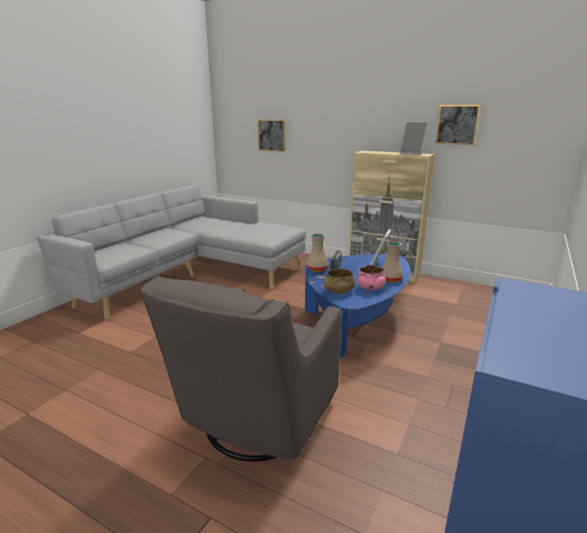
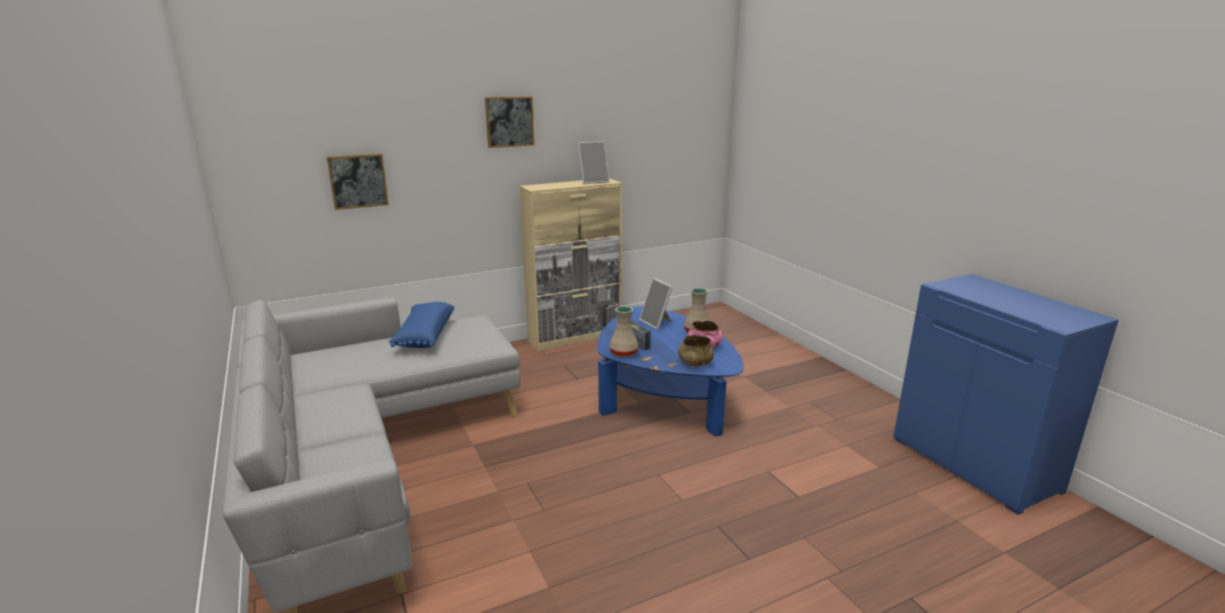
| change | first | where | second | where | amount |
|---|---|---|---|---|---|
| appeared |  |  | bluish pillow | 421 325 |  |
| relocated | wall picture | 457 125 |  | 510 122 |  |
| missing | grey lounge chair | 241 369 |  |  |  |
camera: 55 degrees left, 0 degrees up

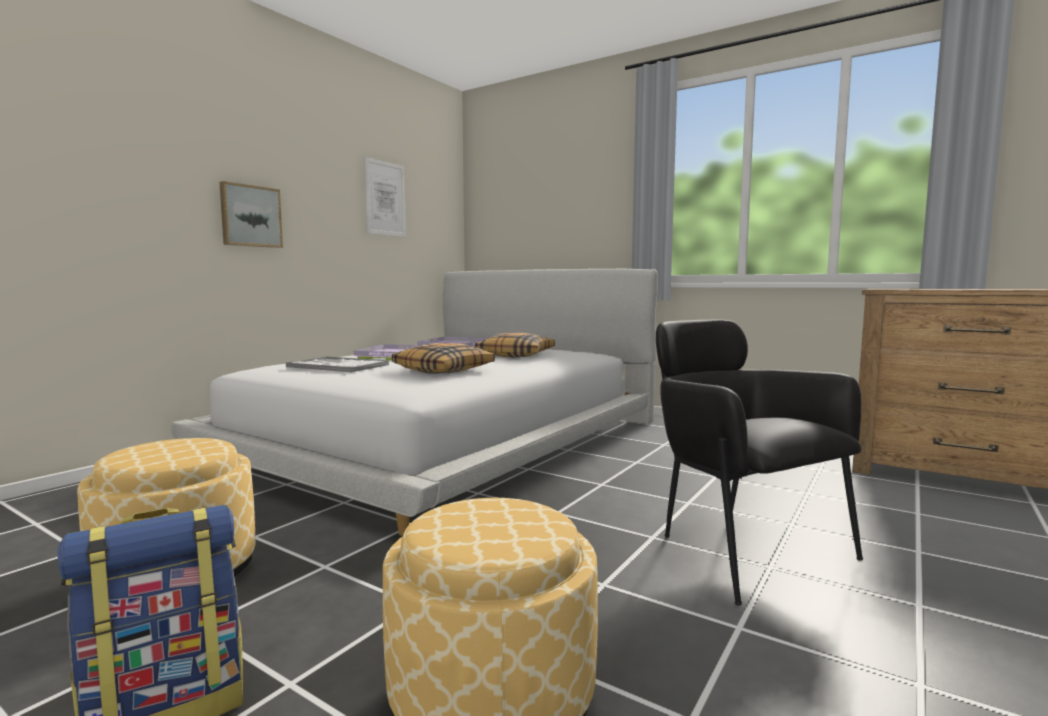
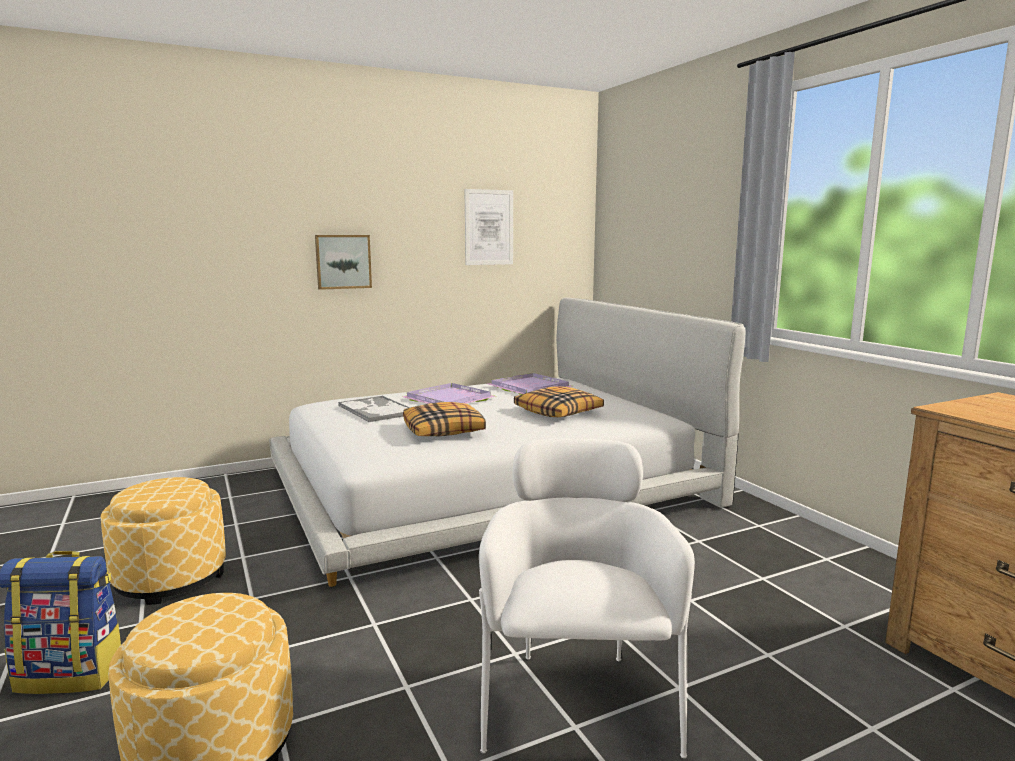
| change | first | where | second | where | amount |
|---|---|---|---|---|---|
| colour | black-coloured lounge chair | 759 462 | white-coloured lounge chair | 587 598 |  |
camera: 30 degrees right, 5 degrees up

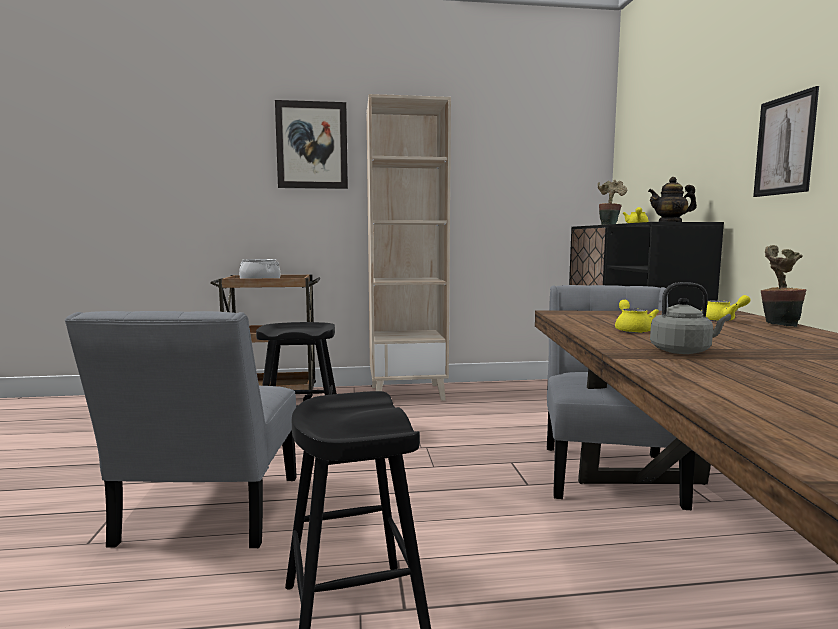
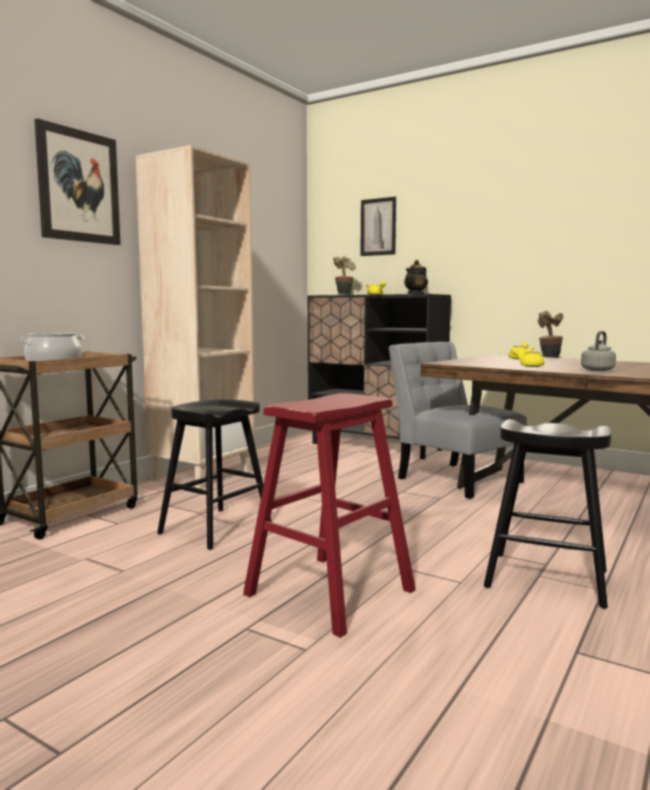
| change | first | where | second | where | amount |
|---|---|---|---|---|---|
| exchanged | grey chair | 180 429 | reddish sitting stool | 329 515 |  |
| relocated | wall picture | 786 141 |  | 378 226 |  |
camera: 50 degrees left, 0 degrees up

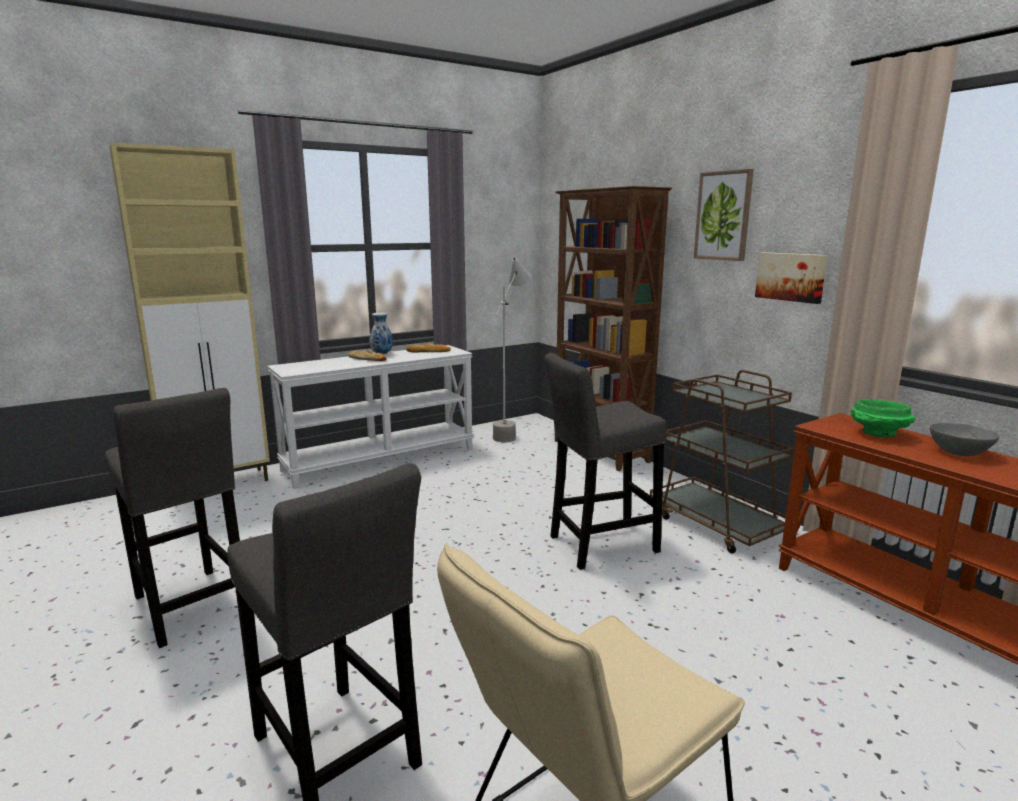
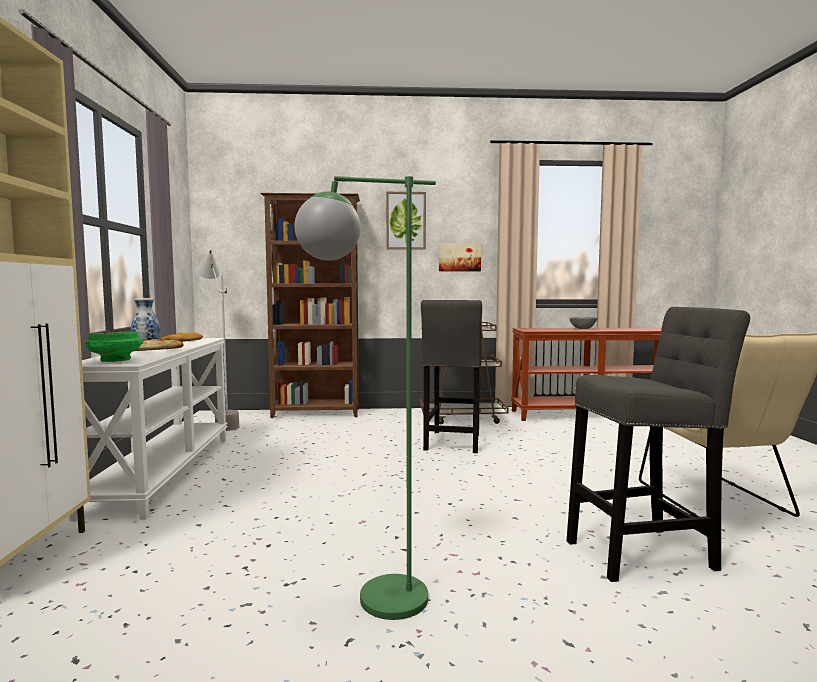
| change | first | where | second | where | amount |
|---|---|---|---|---|---|
| relocated | greenish deep dish | 882 417 |  | 114 346 |  |
| exchanged | grey sitting stool | 172 518 | greenish floor lamp | 365 398 |  |
camera: 60 degrees left, 10 degrees down

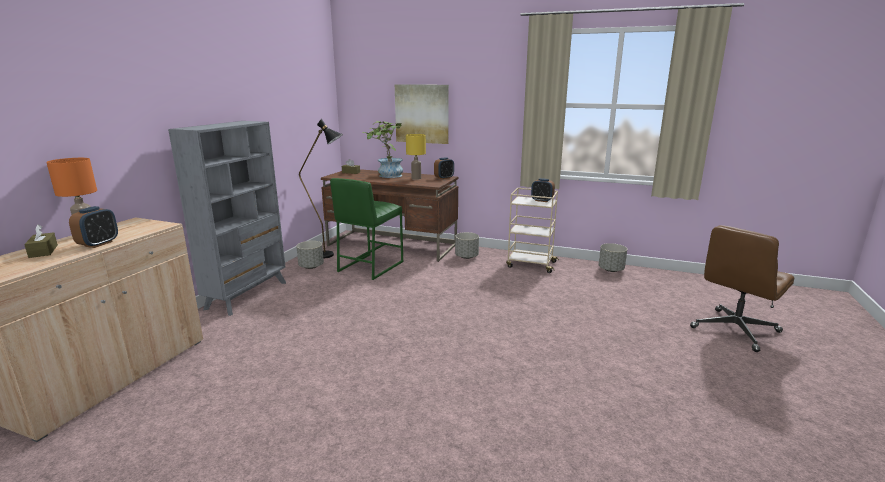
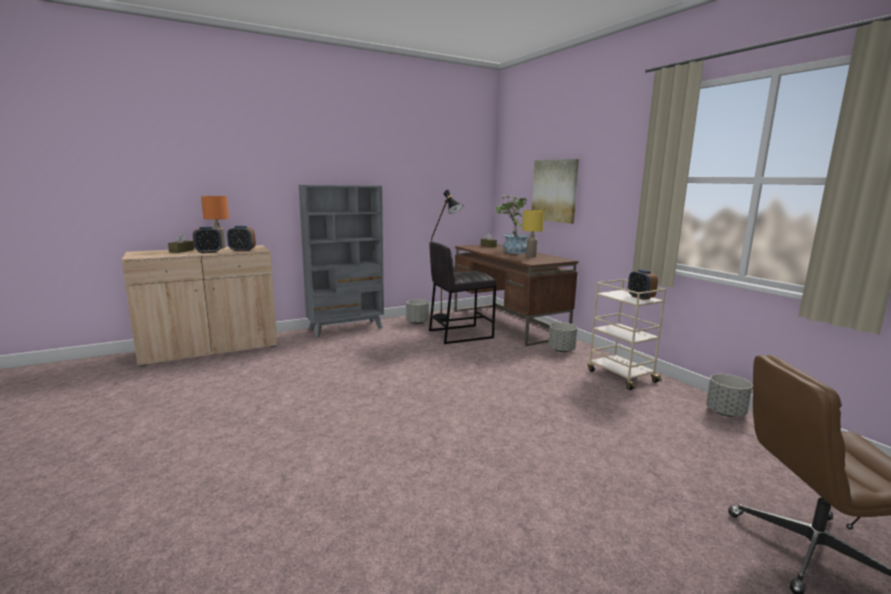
| change | first | where | second | where | amount |
|---|---|---|---|---|---|
| relocated | table clock | 444 168 |  | 241 239 |  |
| colour | greenish sitting stool | 366 229 | grey sitting stool | 462 293 |  |
camera: 40 degrees right, 5 degrees down

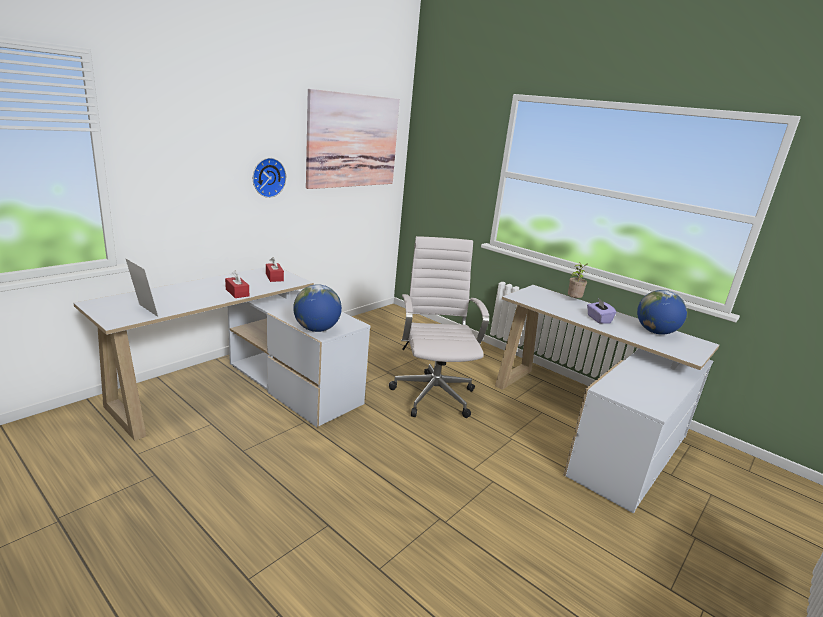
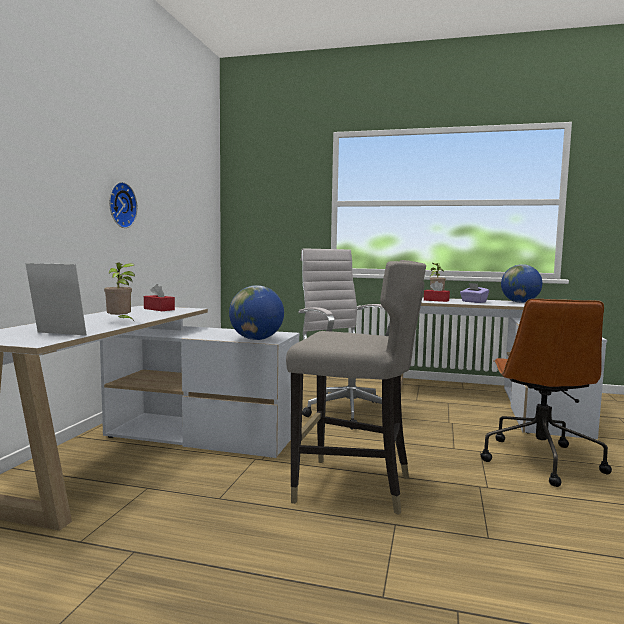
| change | first | where | second | where | amount |
|---|---|---|---|---|---|
| appeared |  |  | houseplant | 119 291 |  |
| appeared |  |  | grey sitting stool | 356 387 |  |
| relocated | reddish box of tissues | 237 284 |  | 437 291 |  |
| appeared |  |  | brown desk chair | 546 393 |  |
| missing | wall picture | 353 139 |  |  |  |
camera: 25 degrees left, 15 degrees down

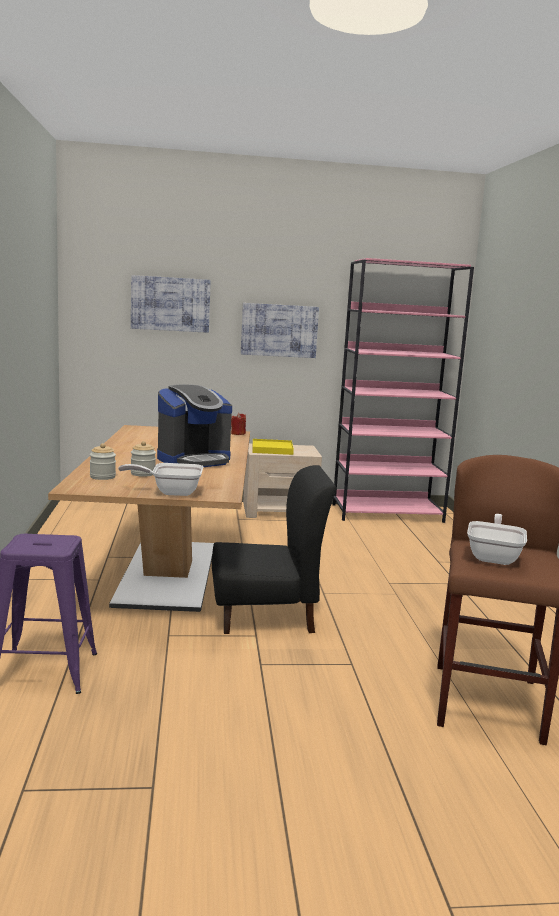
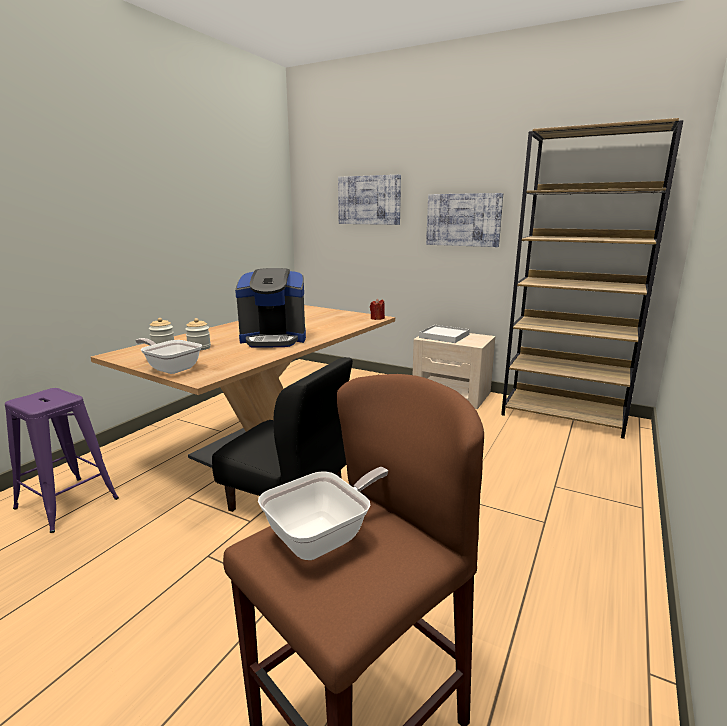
| change | first | where | second | where | amount |
|---|---|---|---|---|---|
| colour | yellowish tray | 273 447 | white-coloured tray | 444 334 |  |
| colour | pinkish bookcase | 403 390 | brown bookcase | 592 278 |  |
camera: 35 degrees right, 5 degrees up

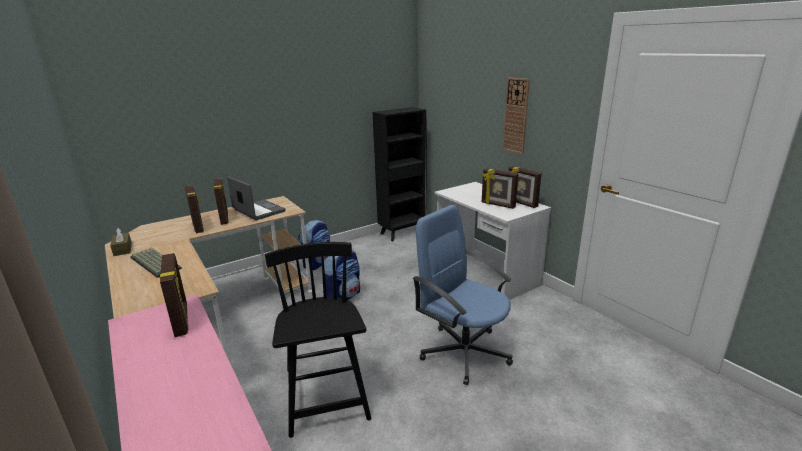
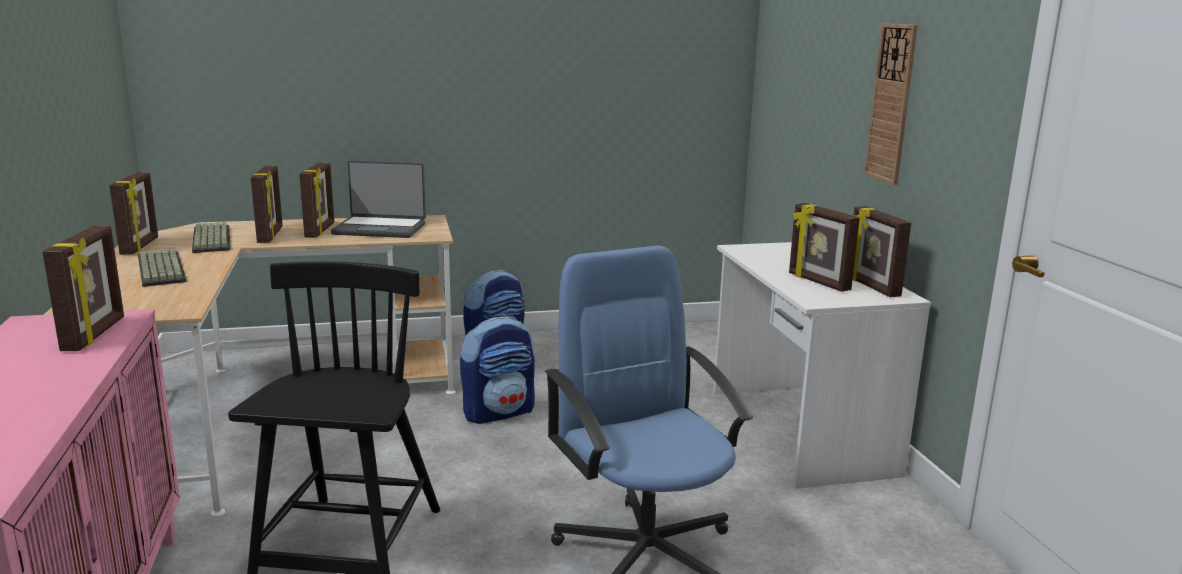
| change | first | where | second | where | amount |
|---|---|---|---|---|---|
| exchanged | brown box of tissues | 121 242 | standing frame | 133 213 |  |
| appeared |  |  | PC keyboard | 211 237 |  |
| spun | notebook computer | 256 198 |  | 378 199 | 120 degrees clockwise |
| missing | black-coloured bookcase | 399 174 |  |  |  |
camera: 20 degrees right, 5 degrees down

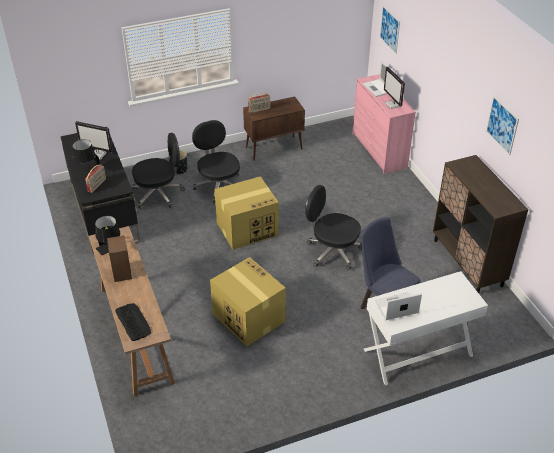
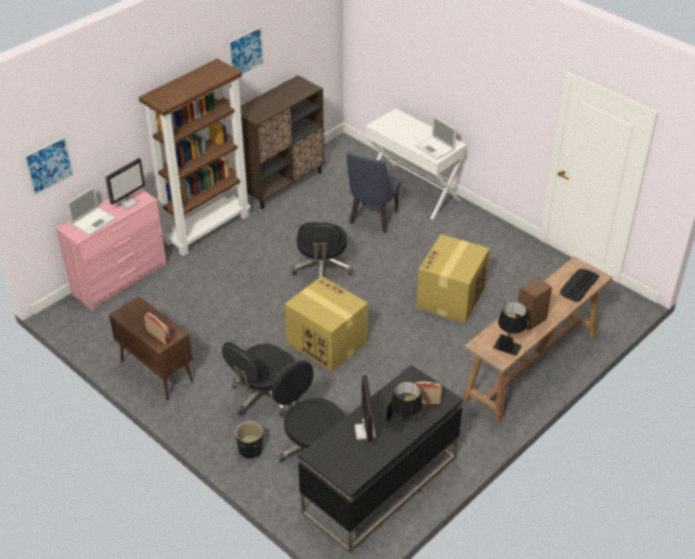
| change | first | where | second | where | amount |
|---|---|---|---|---|---|
| appeared |  |  | brown bookcase | 194 157 |  |
camera: 115 degrees left, 0 degrees up

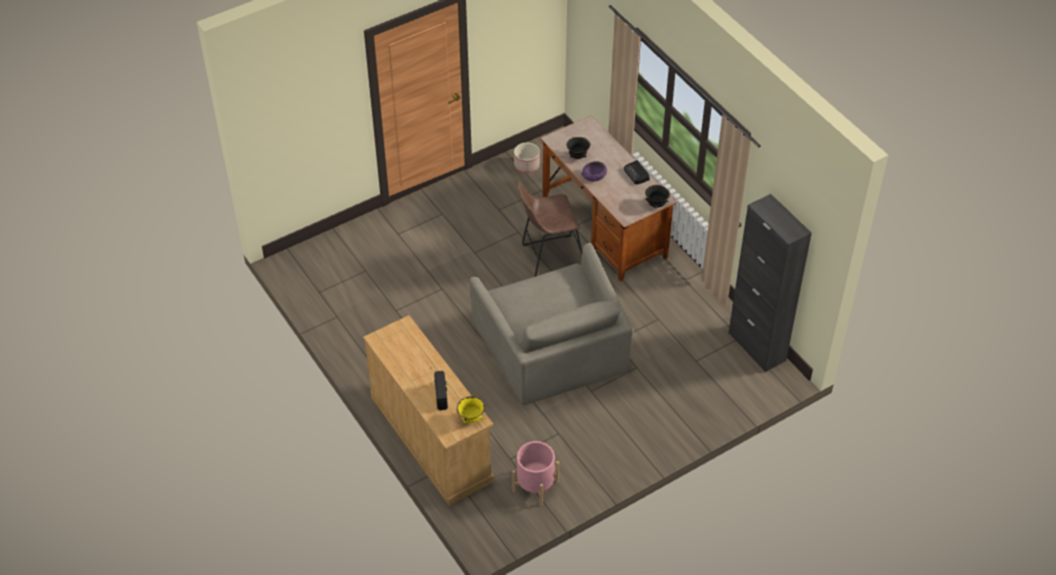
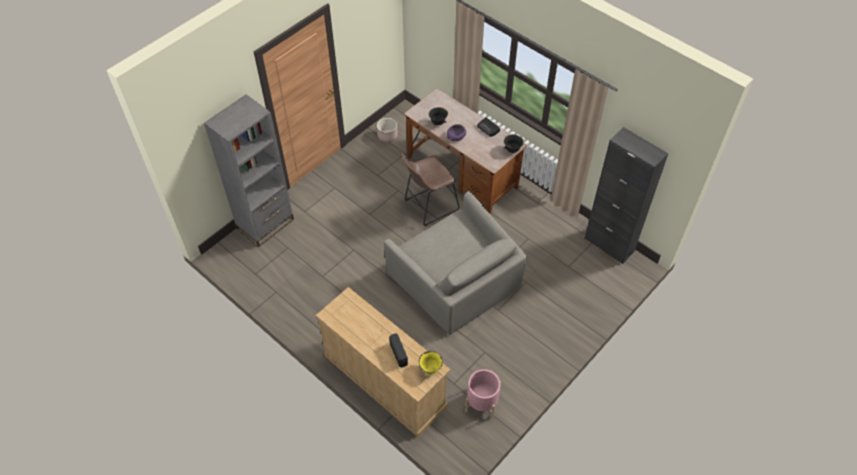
| change | first | where | second | where | amount |
|---|---|---|---|---|---|
| appeared |  |  | grey bookcase | 249 171 |  |
camera: 15 degrees left, 5 degrees up

